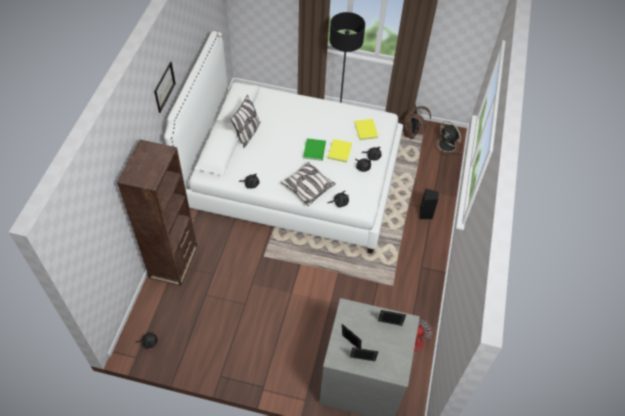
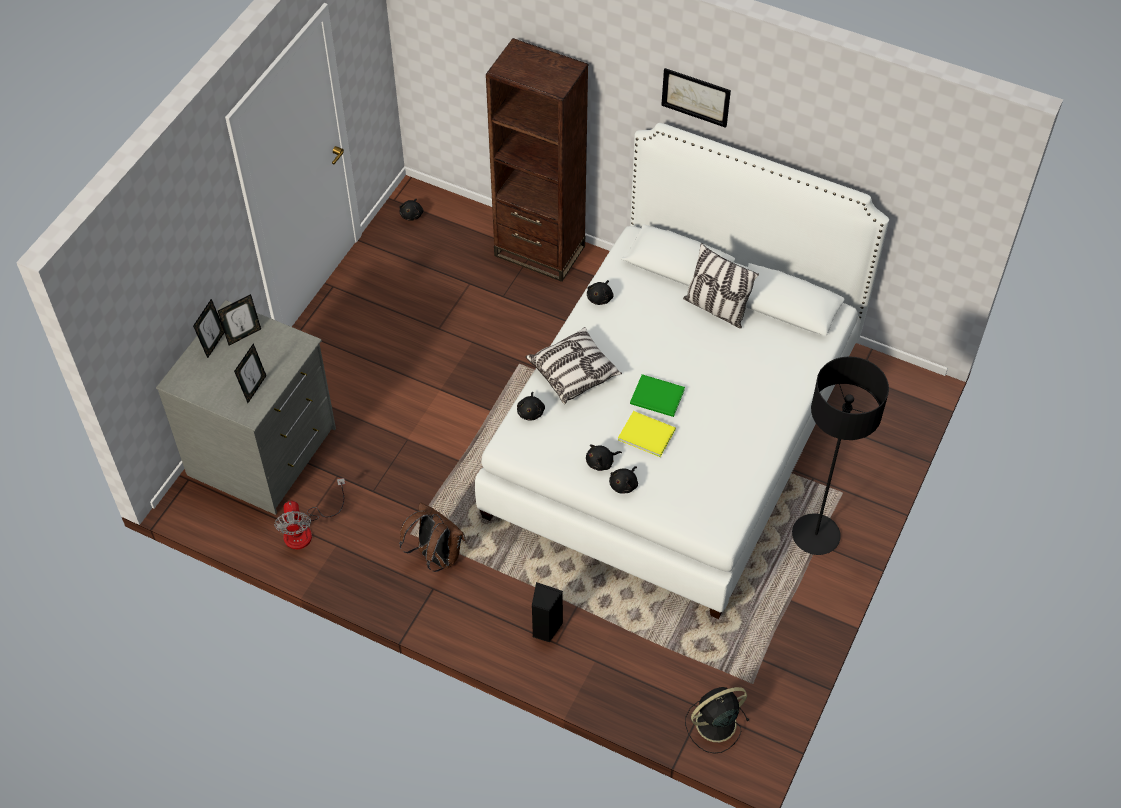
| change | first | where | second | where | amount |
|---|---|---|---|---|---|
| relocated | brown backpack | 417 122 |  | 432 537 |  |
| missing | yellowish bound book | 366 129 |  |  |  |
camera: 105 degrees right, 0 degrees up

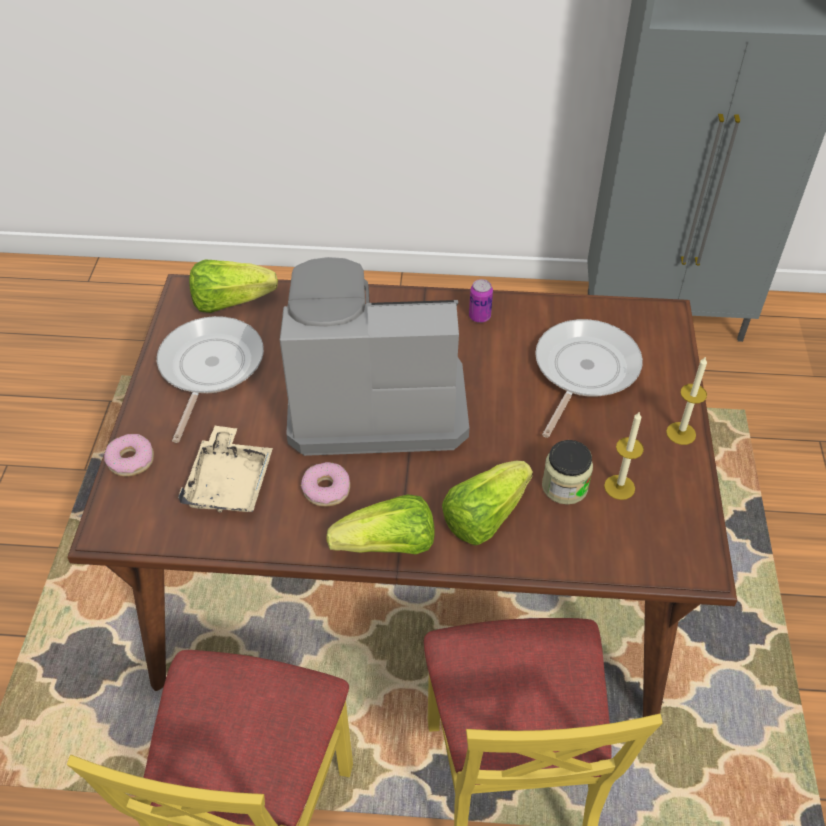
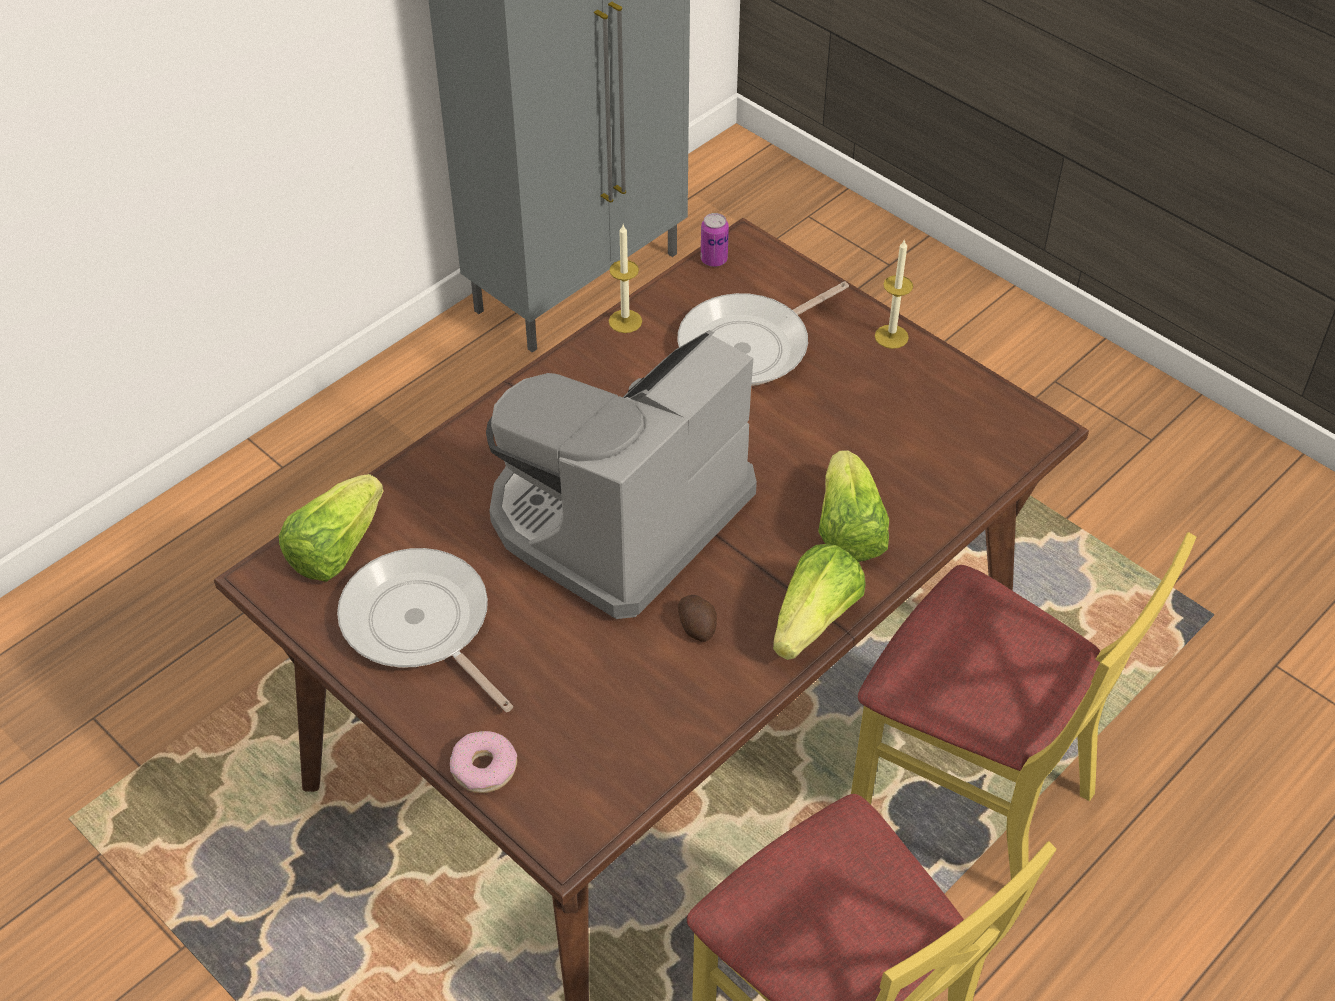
| change | first | where | second | where | amount |
|---|---|---|---|---|---|
| relocated | wax candle | 624 455 |  | 625 279 |  |
| spun | pan | 589 378 |  | 763 333 | 105 degrees counterclockwise |
| exchanged | donut | 325 484 | whole potato | 697 618 |  |
| relocated | can | 481 301 |  | 715 240 |  |
| missing | sand-coloured tray | 225 469 |  |  |  |
| missing | preserve jar | 567 472 |  |  |  |
camera: 50 degrees left, 0 degrees up

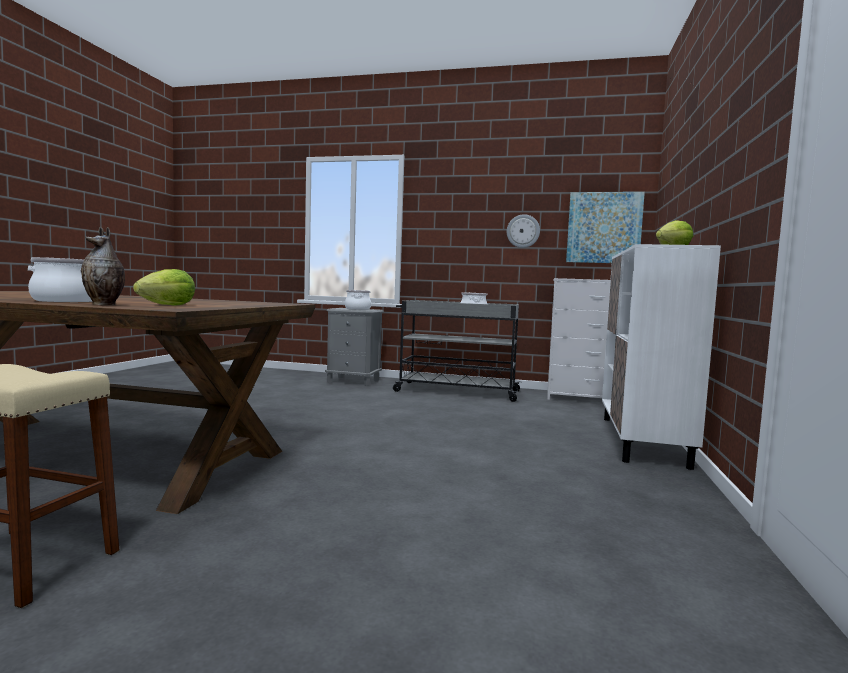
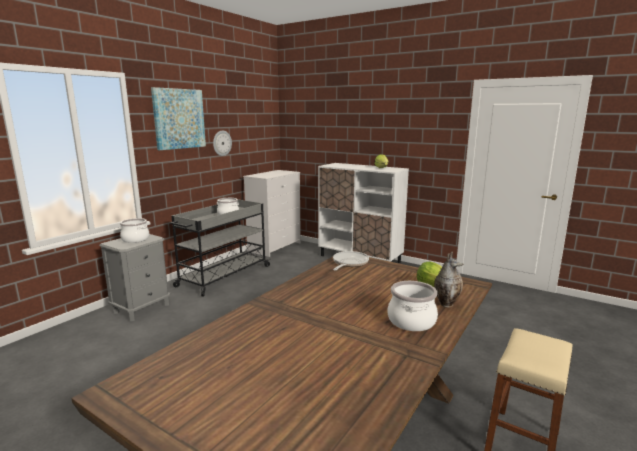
| change | first | where | second | where | amount |
|---|---|---|---|---|---|
| relocated | wall picture | 605 227 |  | 178 118 |  |
| appeared |  |  | pan | 351 260 |  |
camera: 70 degrees left, 10 degrees up

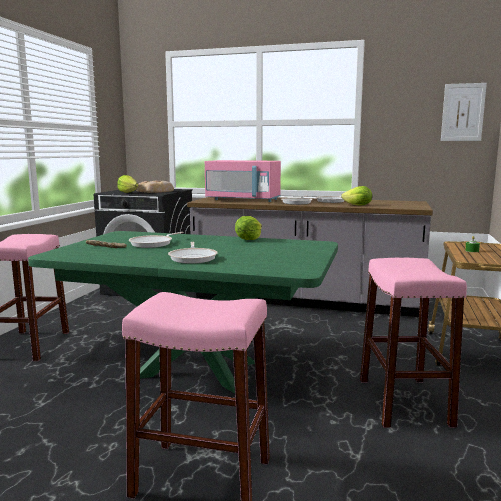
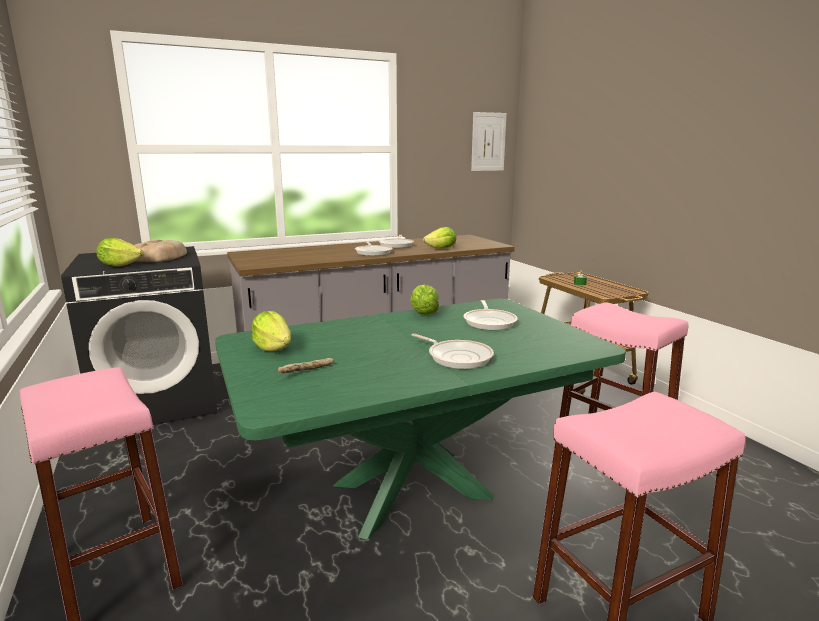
| change | first | where | second | where | amount |
|---|---|---|---|---|---|
| appeared |  |  | head of lettuce | 271 331 |  |
| relocated | pan | 156 240 |  | 491 315 |  |
| missing | pinkish microwave oven | 243 181 |  |  |  |
camera: 40 degrees left, 5 degrees up

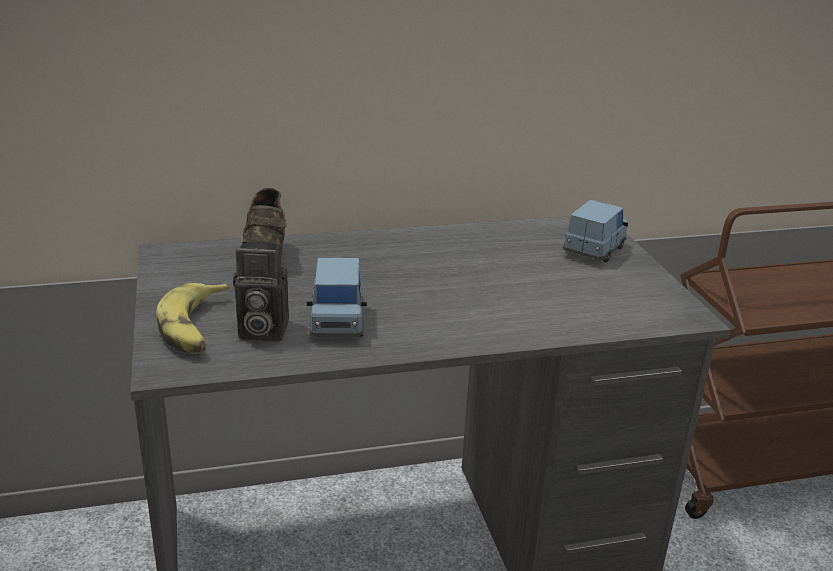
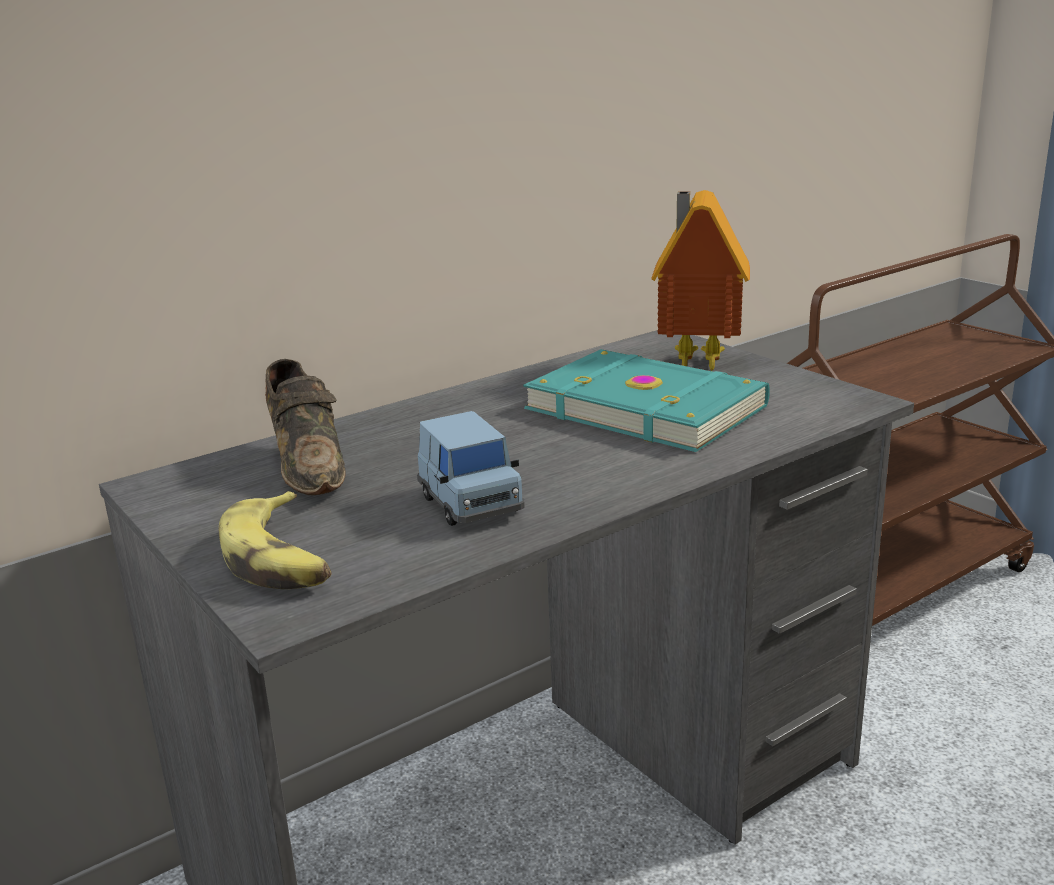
| change | first | where | second | where | amount |
|---|---|---|---|---|---|
| appeared |  |  | blue-green bound book | 646 400 |  |
| exchanged | bluish model car | 595 231 | miniature house | 700 280 |  |
| missing | photo camera | 261 291 |  |  |  |
camera: 20 degrees left, 5 degrees down

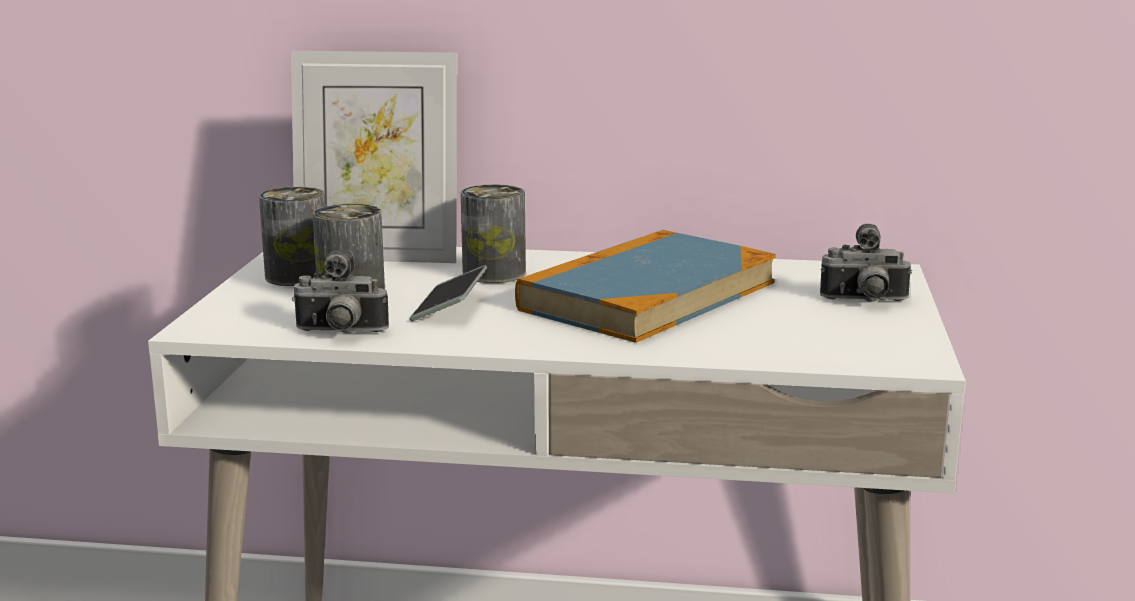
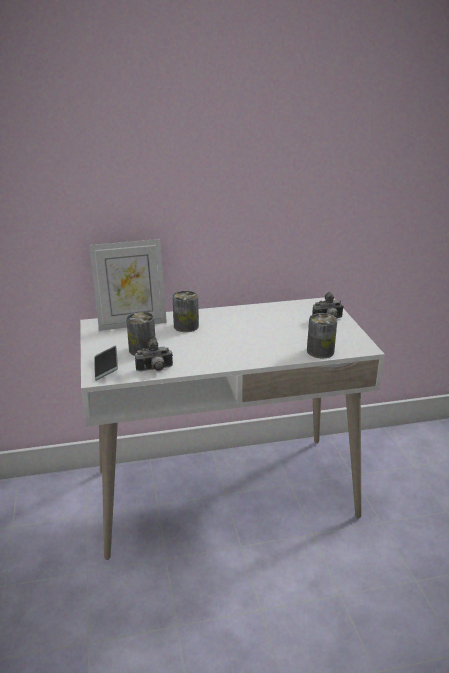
| change | first | where | second | where | amount |
|---|---|---|---|---|---|
| relocated | phone | 448 293 |  | 106 363 |  |
| relocated | can | 292 236 |  | 322 335 |  |
| missing | bound book | 645 286 |  |  |  |
camera: 20 degrees left, 10 degrees up

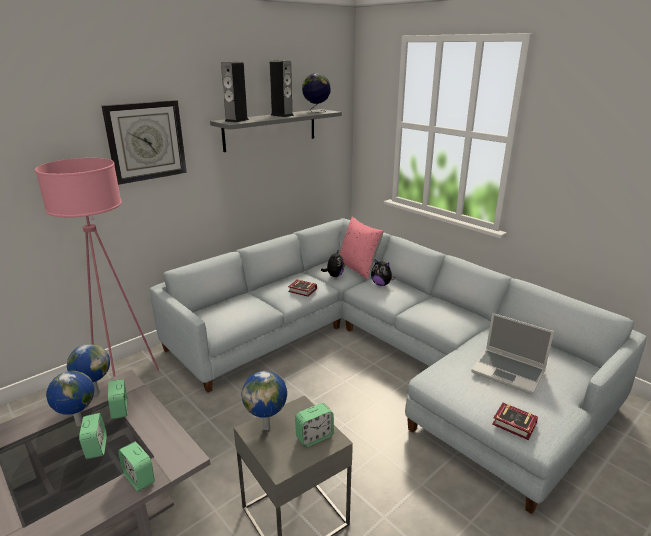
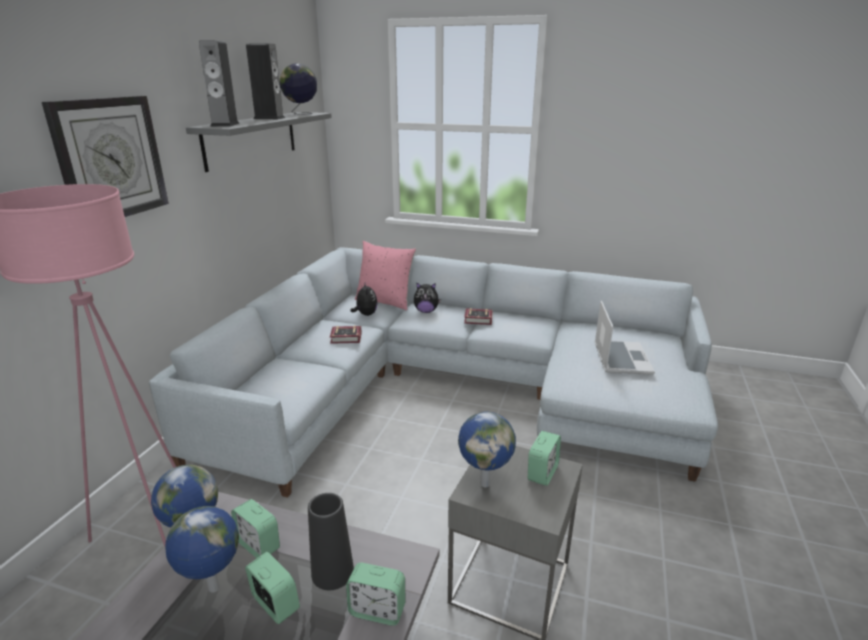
| change | first | where | second | where | amount |
|---|---|---|---|---|---|
| appeared |  |  | black-coloured flower vase | 331 541 |  |
| relocated | bound book | 515 421 |  | 478 316 |  |
| spun | notebook computer | 512 353 |  | 625 338 | 90 degrees counterclockwise |
camera: 30 degrees left, 0 degrees up

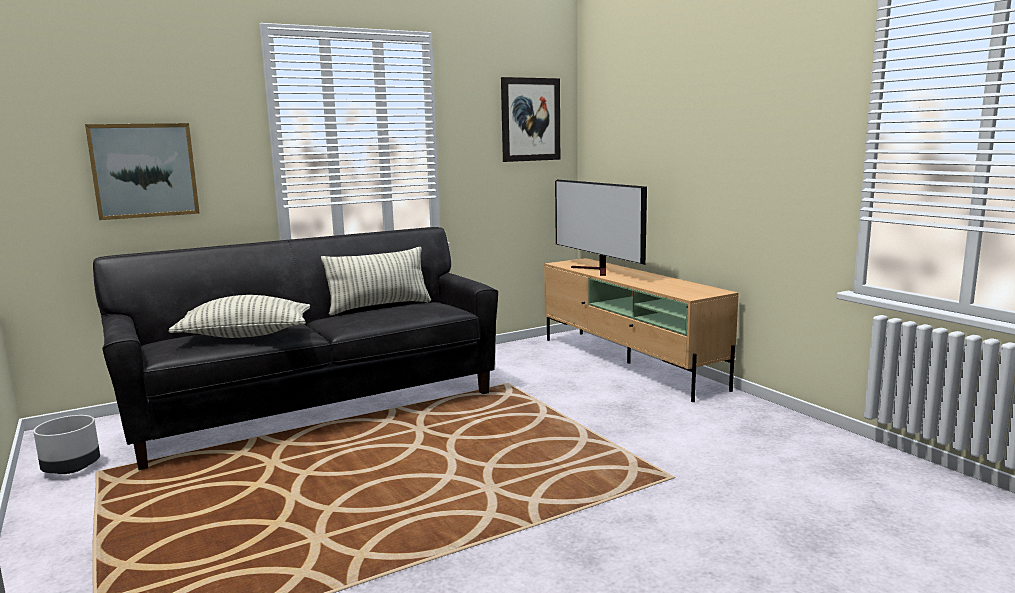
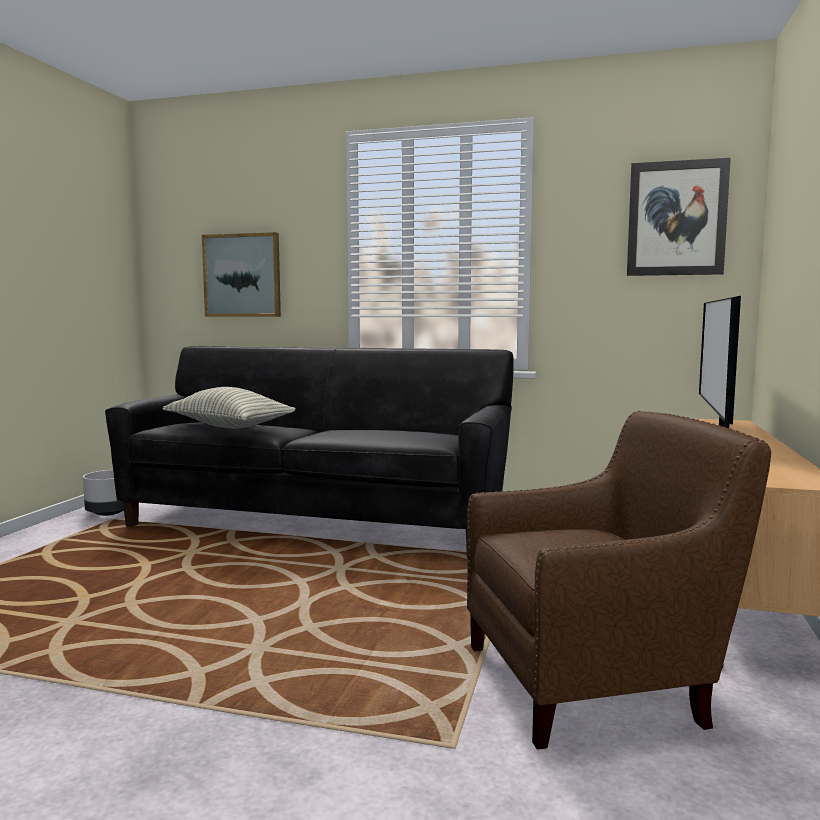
| change | first | where | second | where | amount |
|---|---|---|---|---|---|
| appeared |  |  | brown lounge chair | 619 580 |  |
| missing | pillow | 376 281 |  |  |  |
camera: 45 degrees right, 5 degrees down

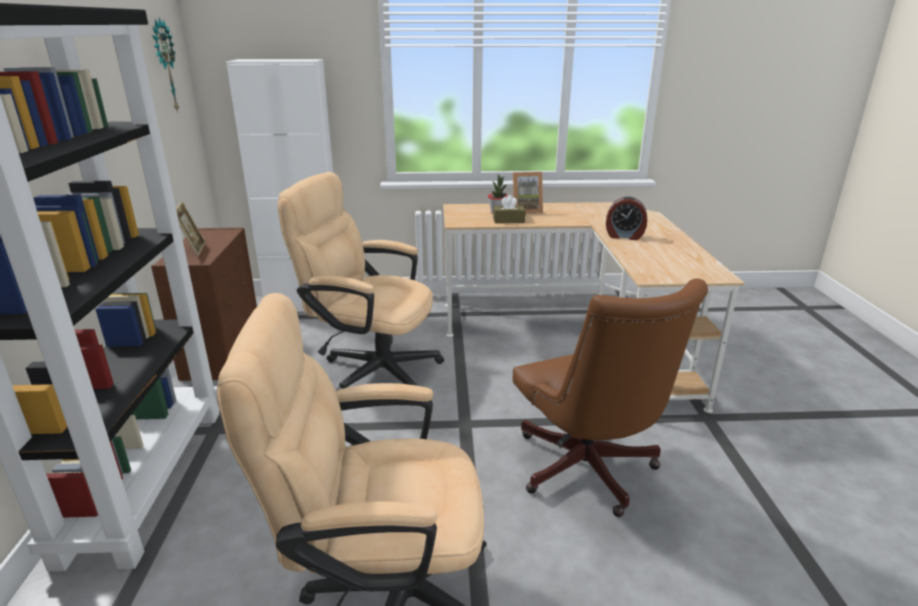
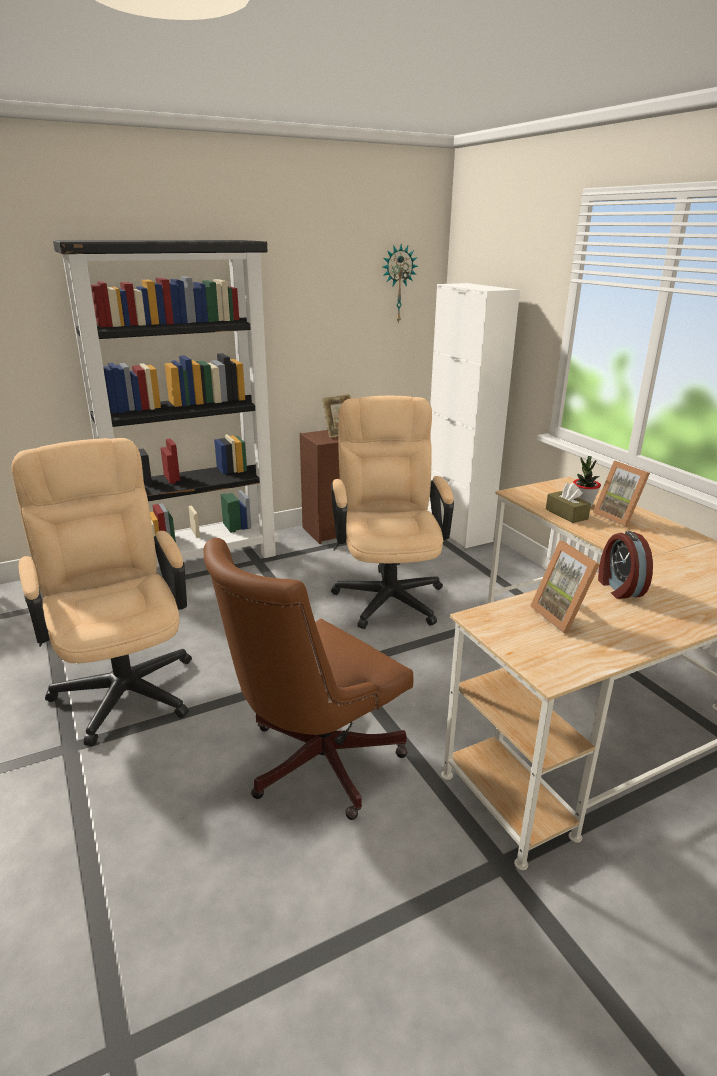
| change | first | where | second | where | amount |
|---|---|---|---|---|---|
| appeared |  |  | standing frame | 565 587 |  |
camera: 65 degrees right, 0 degrees up

